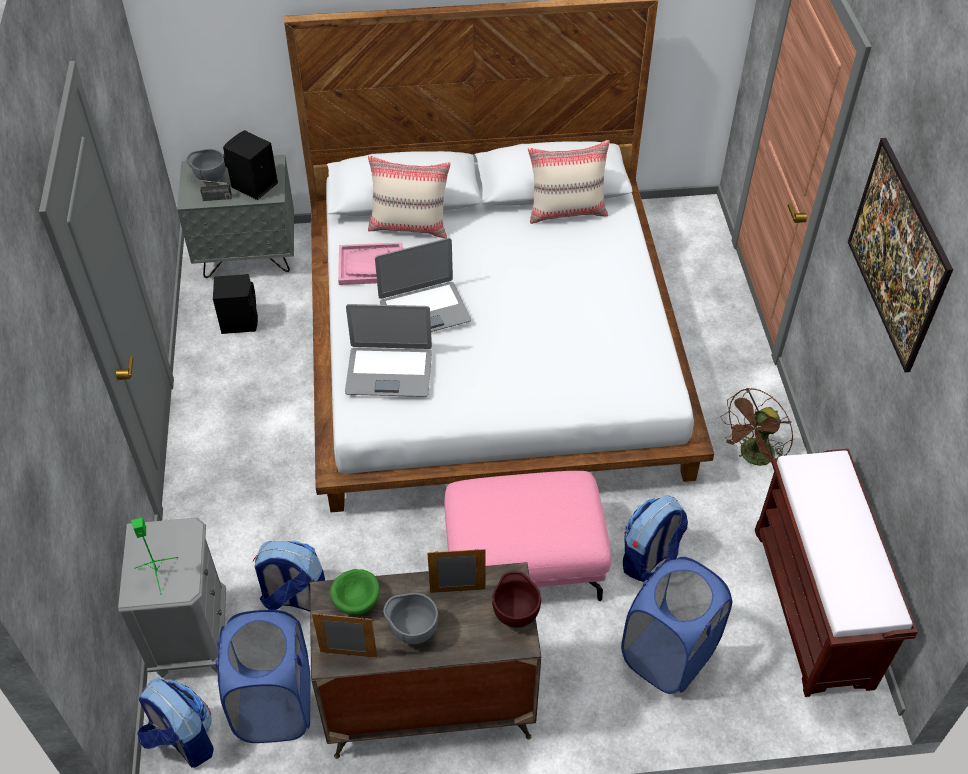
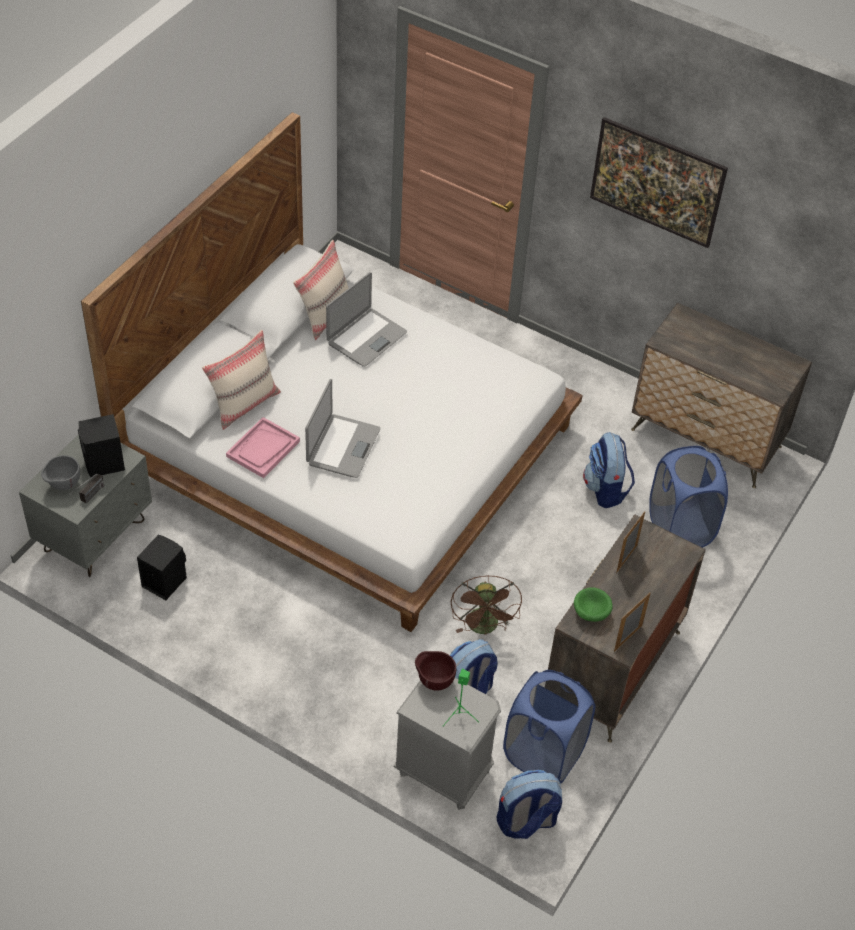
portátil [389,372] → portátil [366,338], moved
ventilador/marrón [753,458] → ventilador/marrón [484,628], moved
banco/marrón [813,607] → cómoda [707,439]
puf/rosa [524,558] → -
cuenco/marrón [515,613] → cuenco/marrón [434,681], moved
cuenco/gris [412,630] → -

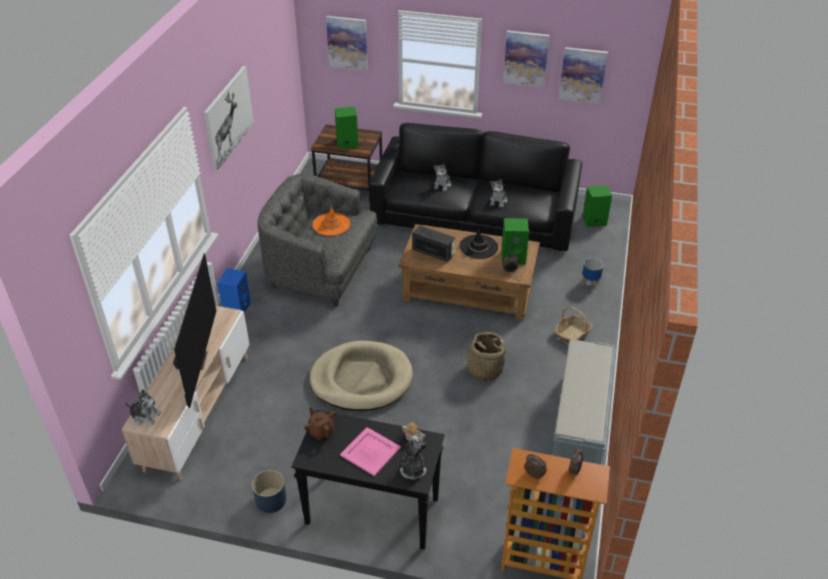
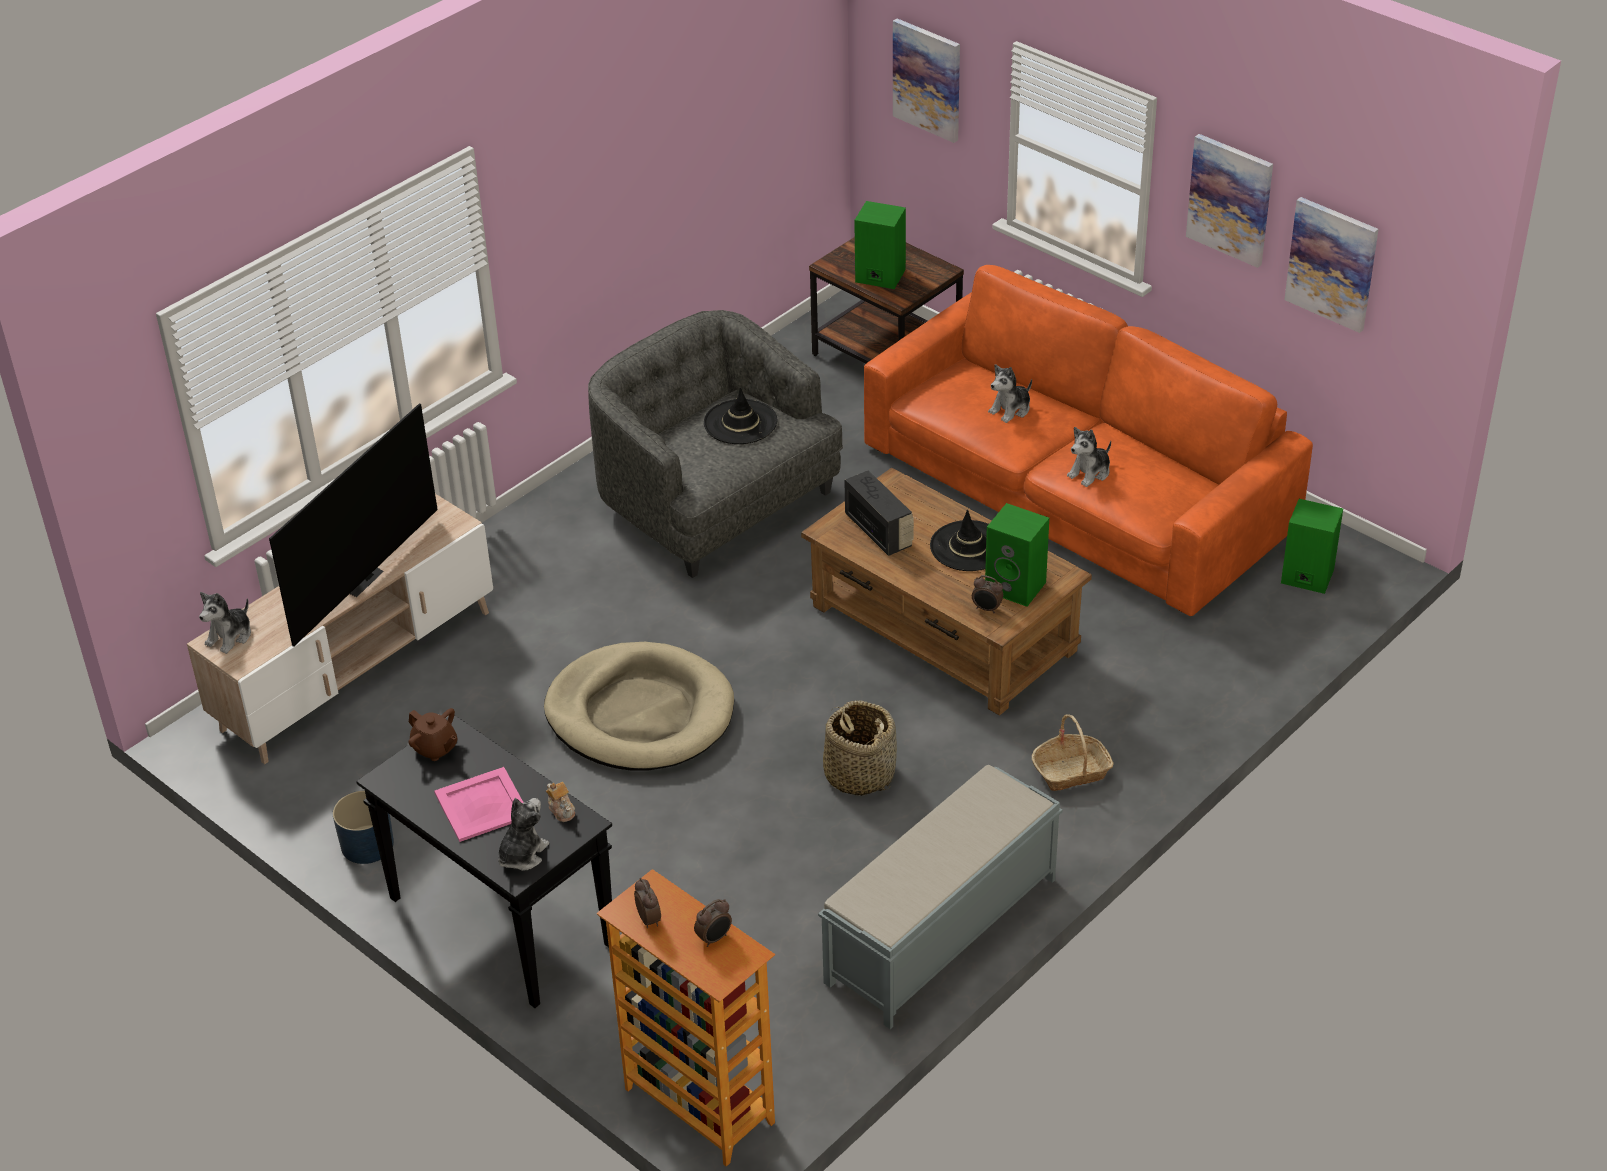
cuadro [228,117] → -
sofá/negro [474,214] → sofá/naranja [1076,489]
sombrero/naranja [331,224] → sombrero/negro [740,422]
maceta [590,283] → -
altavoz/azul [236,307] → -
peluche [145,416] → peluche [230,636], 75 degrees clockwise
tetera/marrón [321,431] → tetera/marrón [435,748], 135 degrees clockwise

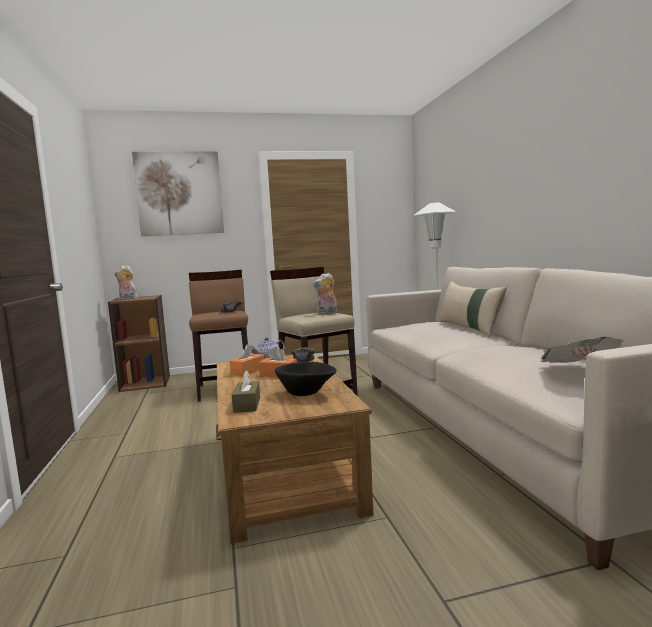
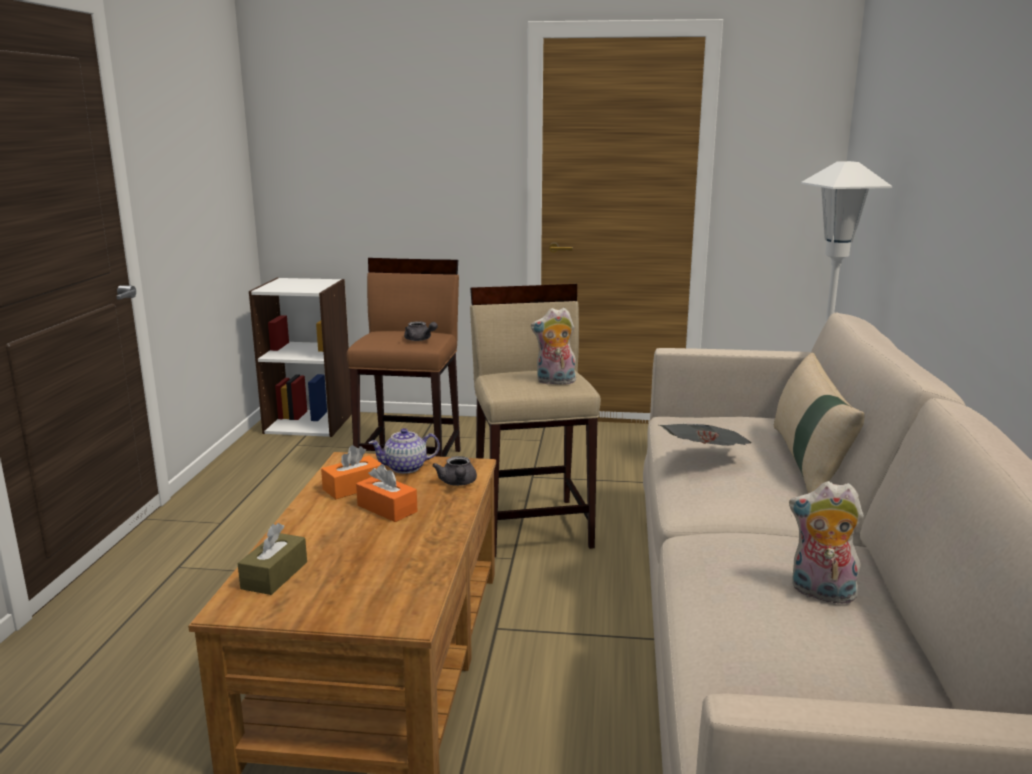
cuadro [179,193] → -
peluche [127,299] → peluche [820,593], moved
estantería/marrón [145,383] → estantería/blanco [309,422]
periódico [578,371] → periódico [704,458], moved
cuenco/negro [307,393] → -

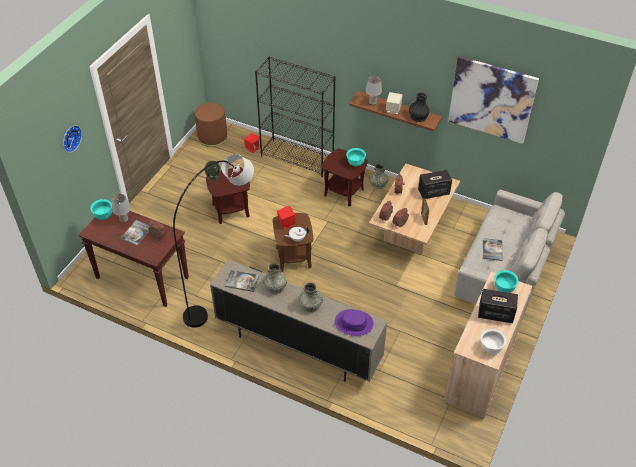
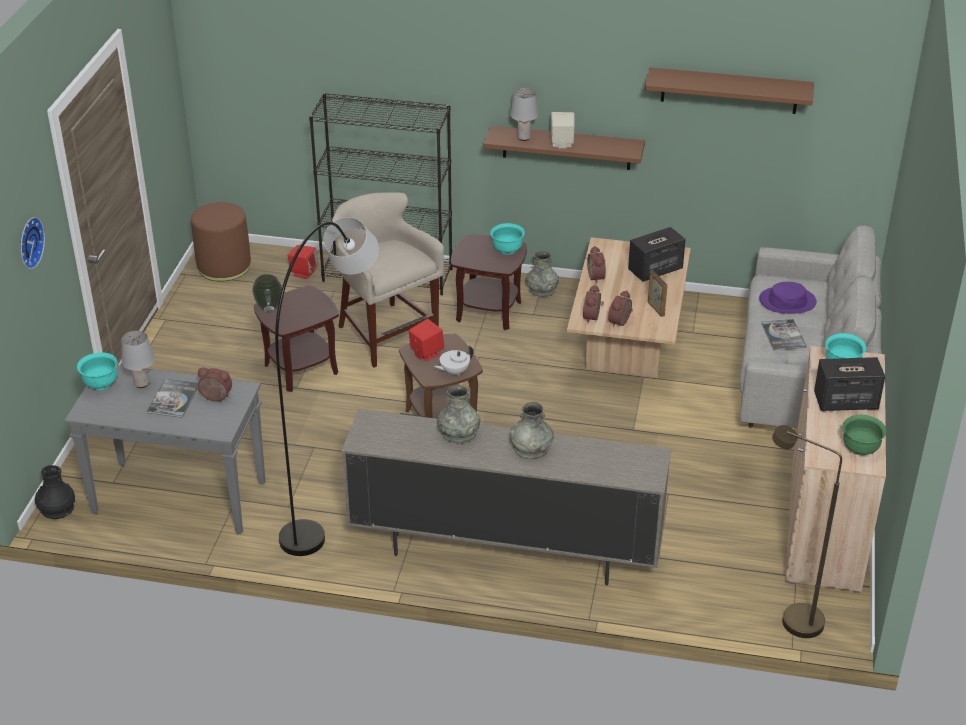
cuadro [491,99] → estante/marrón [729,90]
florero/negro [418,116] → florero/negro [57,509], moved
mesa consola/marrón [141,278] → mesa consola/gris [177,498]
libro [242,281] → -
sombrero/morado [354,323] → sombrero/morado [787,301], moved
cuenco/blanco [491,347] → cuenco/verde [860,449]
- → taburete/beis [386,335]
- → lámpara de pie/marrón [791,618]

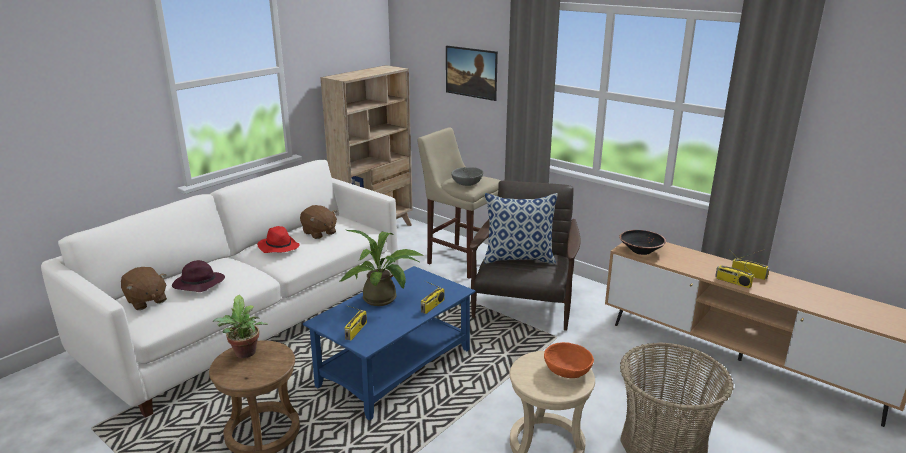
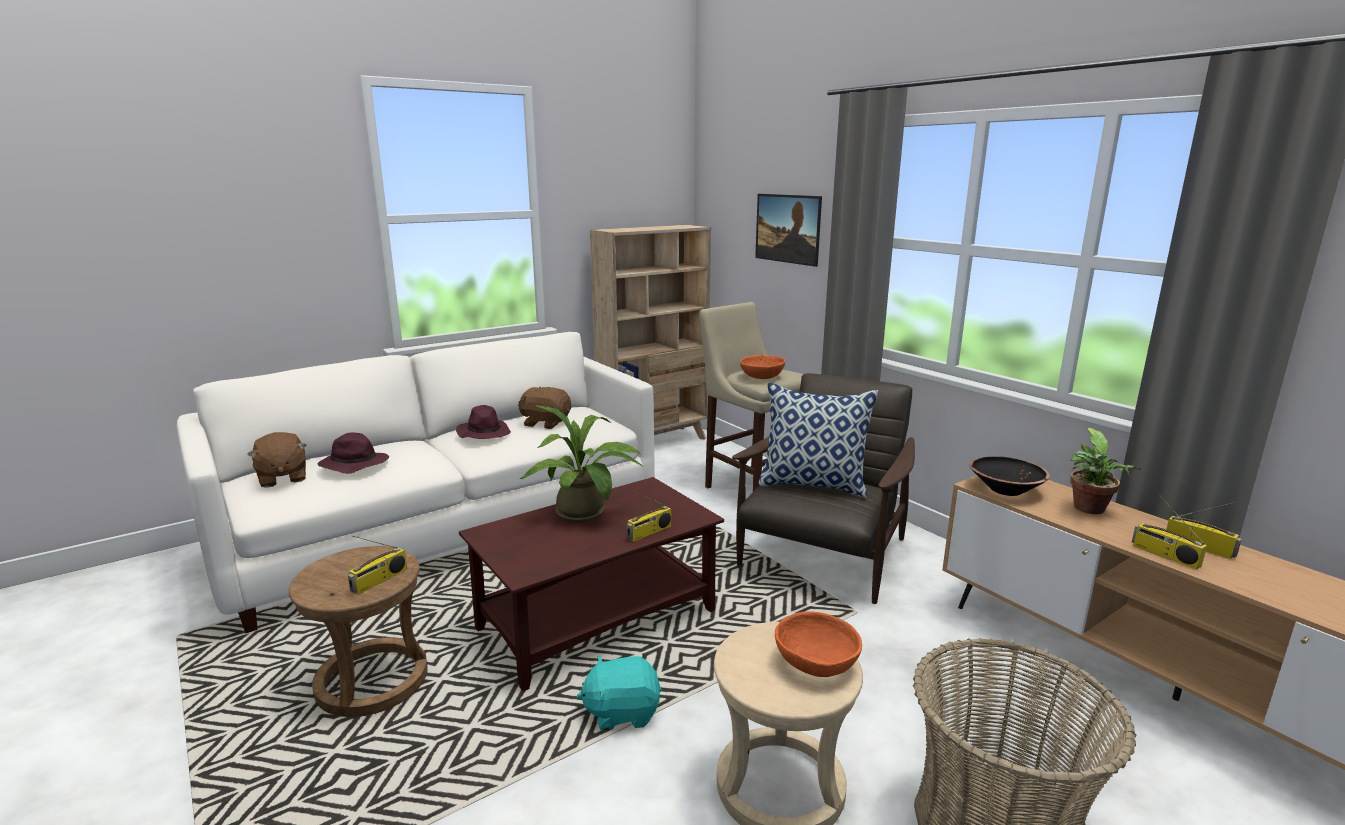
cuenco/gris [467,183] → cuenco/naranja [762,376]
peluche/marrón [319,233] → peluche/marrón [545,423], 135 degrees clockwise
sombrero/rojo [278,247] → sombrero/morado [483,433]
mesa de centro/azul [396,367] → mesa de centro/marrón [598,619]
planta en maceta [245,354] → planta en maceta [1090,510], moved
radio [356,331] → radio [379,580], moved
- → peluche/turquesa [622,712]

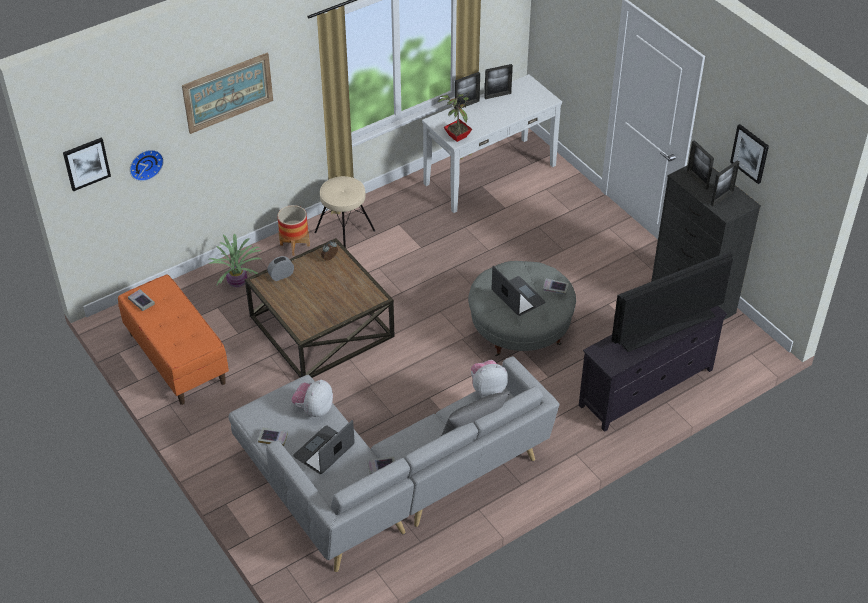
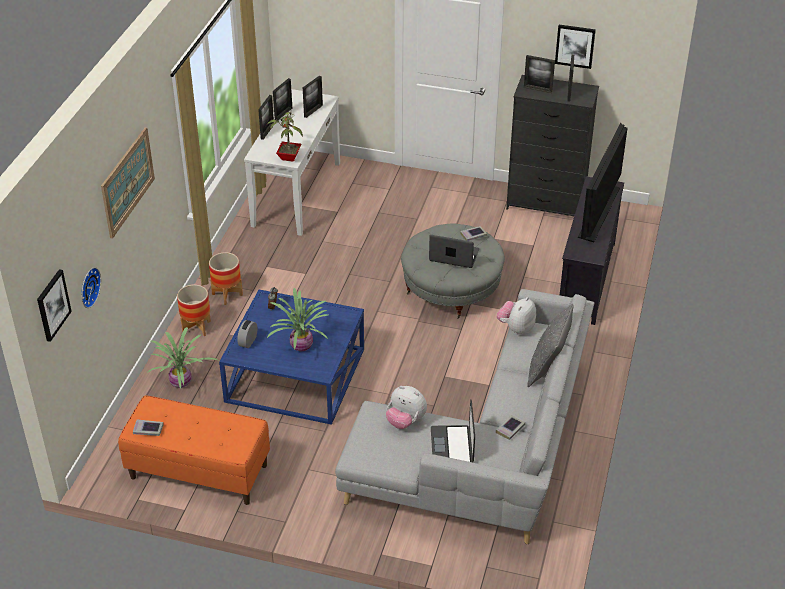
taburete/beis [344,231] → maceta [227,294]
mesa de centro/marrón [322,327] → mesa de centro/azul [296,375]
peluche [314,409] → peluche [405,421], 45 degrees counterclockwise
libro [273,438] → -
- → portarretratos [313,111]
- → planta en maceta [301,345]

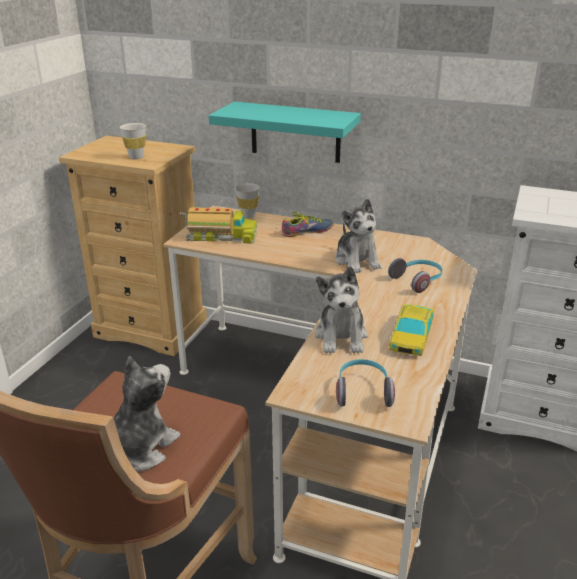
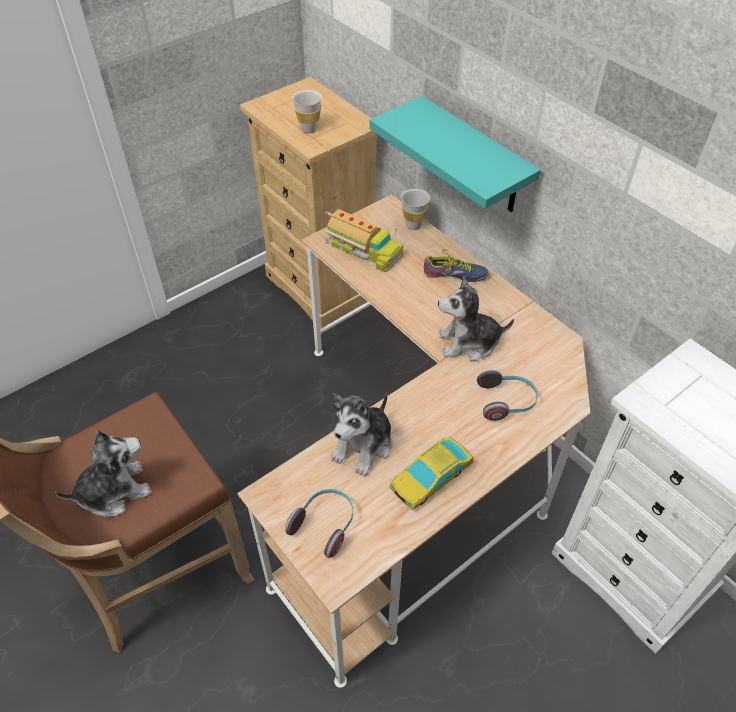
peluche [357,261] → peluche [469,343], 75 degrees clockwise

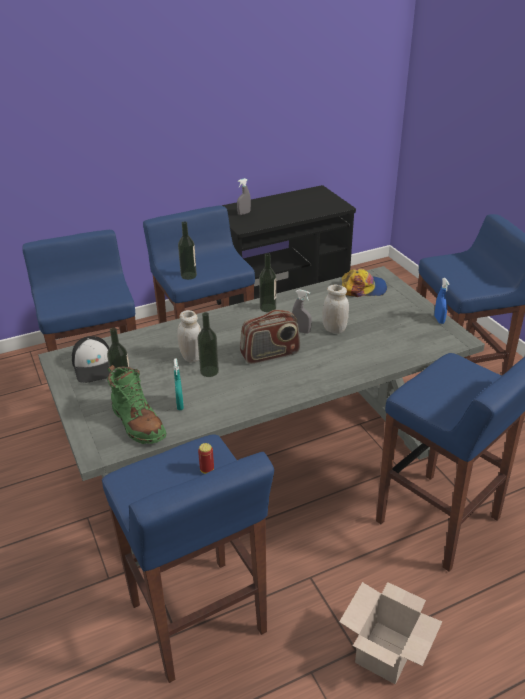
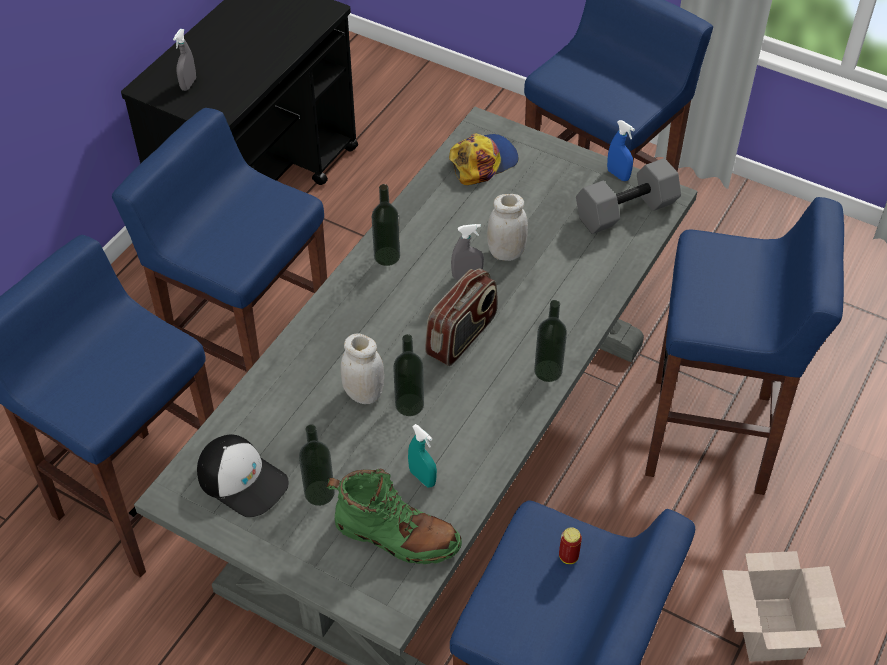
botella [188,275] → botella [548,371], moved
- → mancuerna/gris [626,212]

